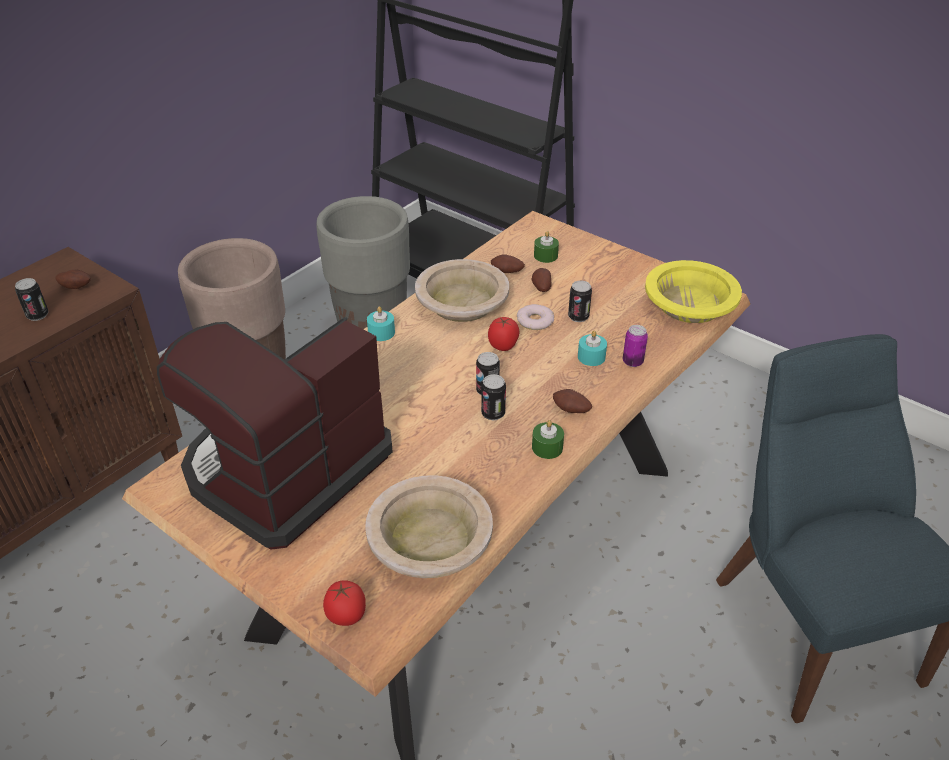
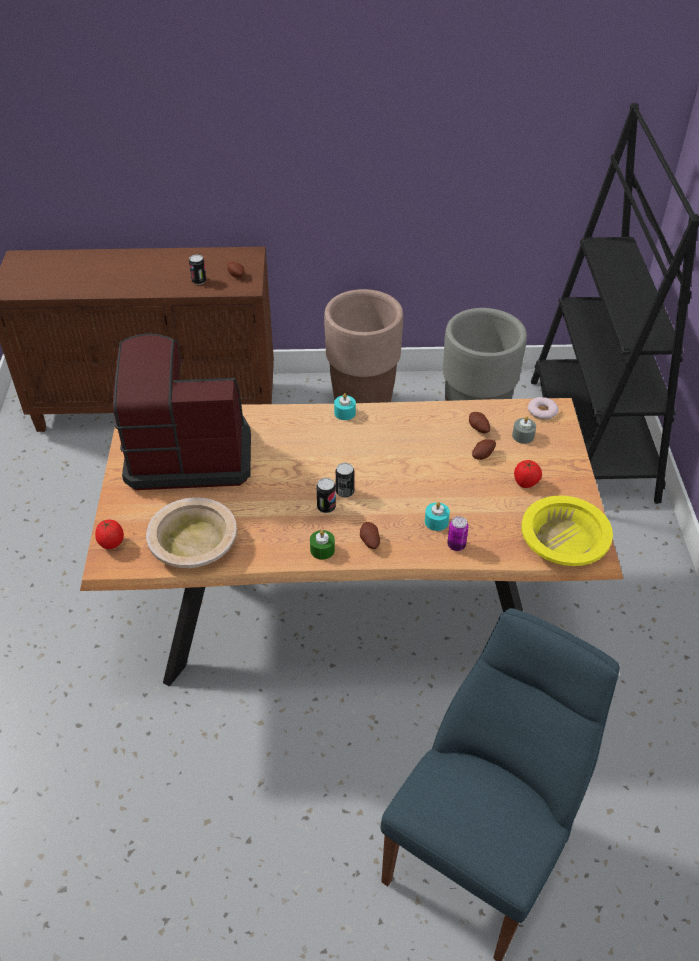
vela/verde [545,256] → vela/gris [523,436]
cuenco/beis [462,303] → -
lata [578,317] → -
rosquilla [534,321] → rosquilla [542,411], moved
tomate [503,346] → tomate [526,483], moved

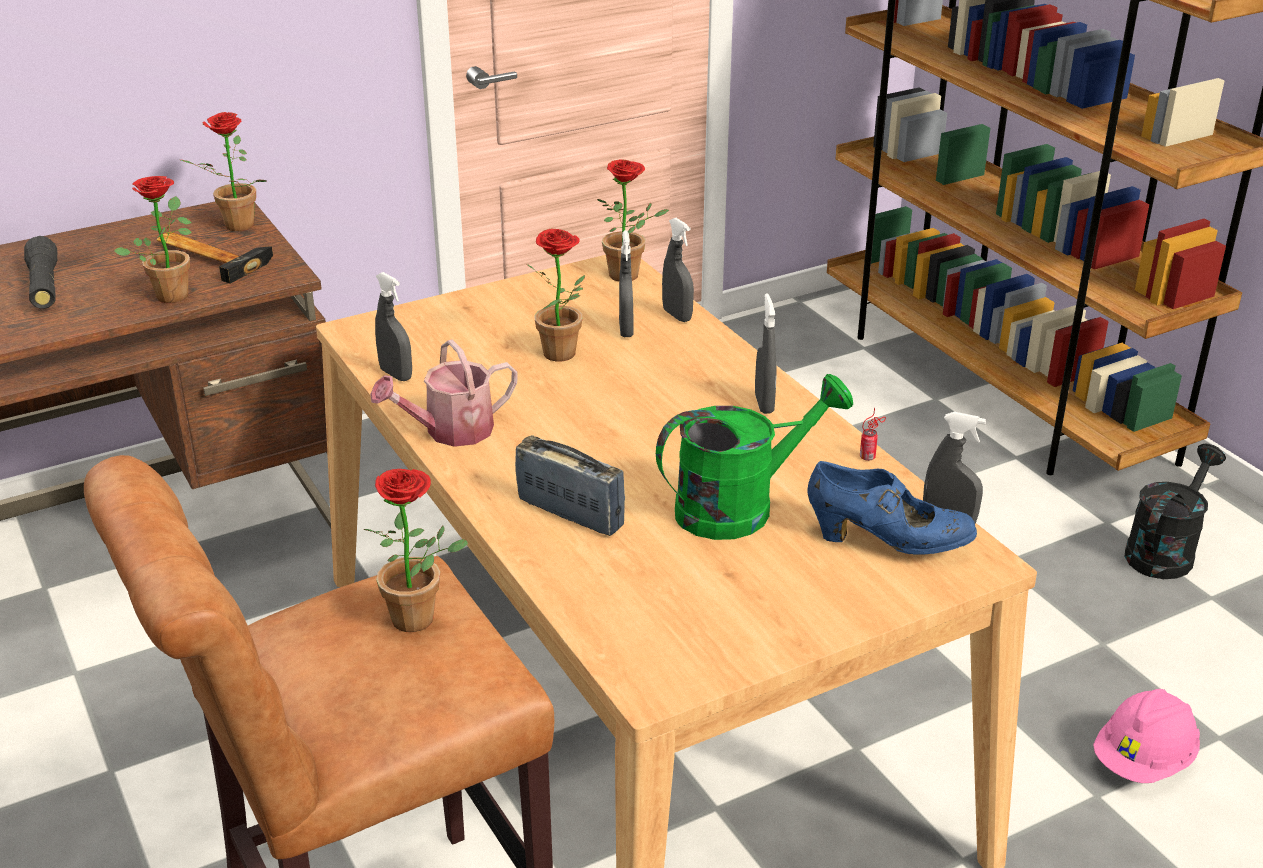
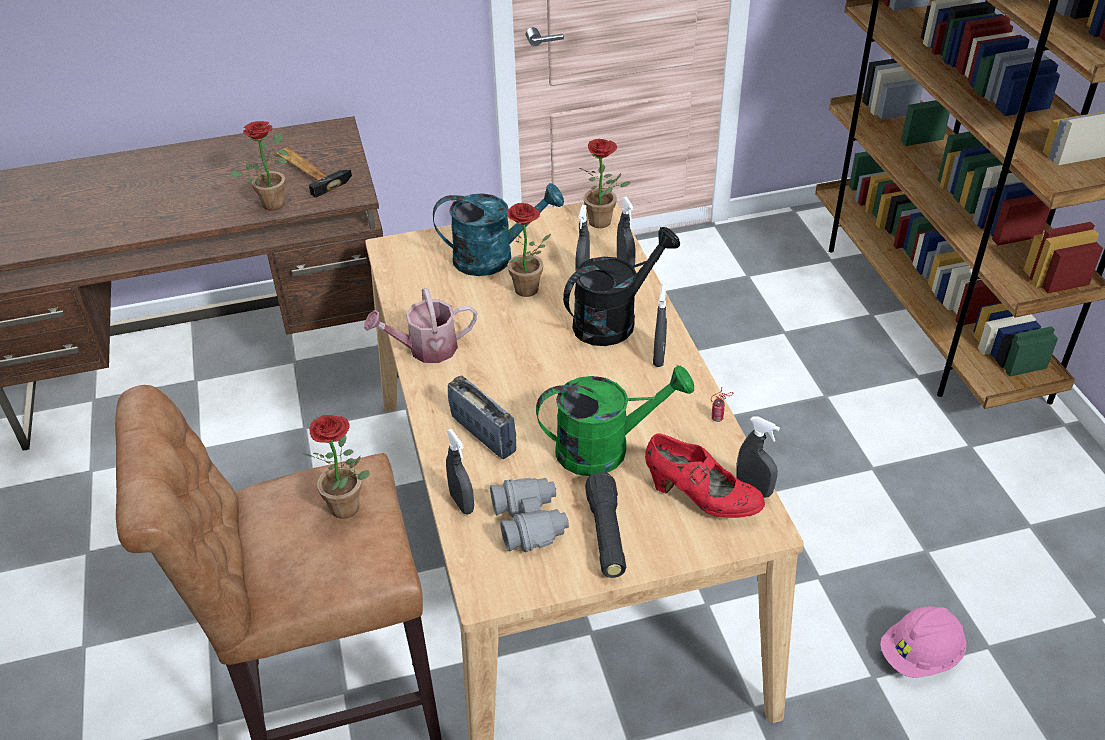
planta en maceta [234,227] → -
linterna/negro [44,287] → linterna/negro [606,534], moved
pulverizador/gris [396,374] → pulverizador/gris [462,503], moved
regadera/negro [1164,551] → regadera/negro [614,320], moved
zapato/azul [888,543] → zapato/rojo [701,498]
- → regadera/turquesa [494,257]
- → prismáticos/gris [530,522]

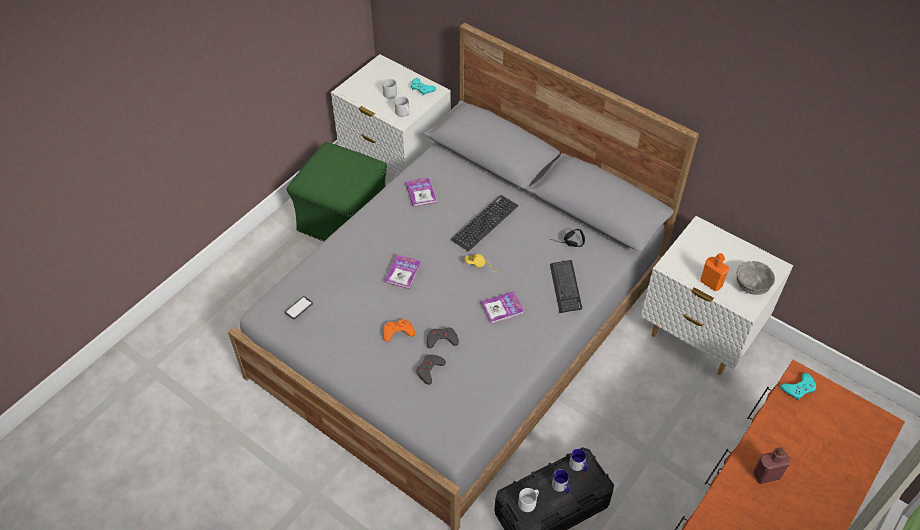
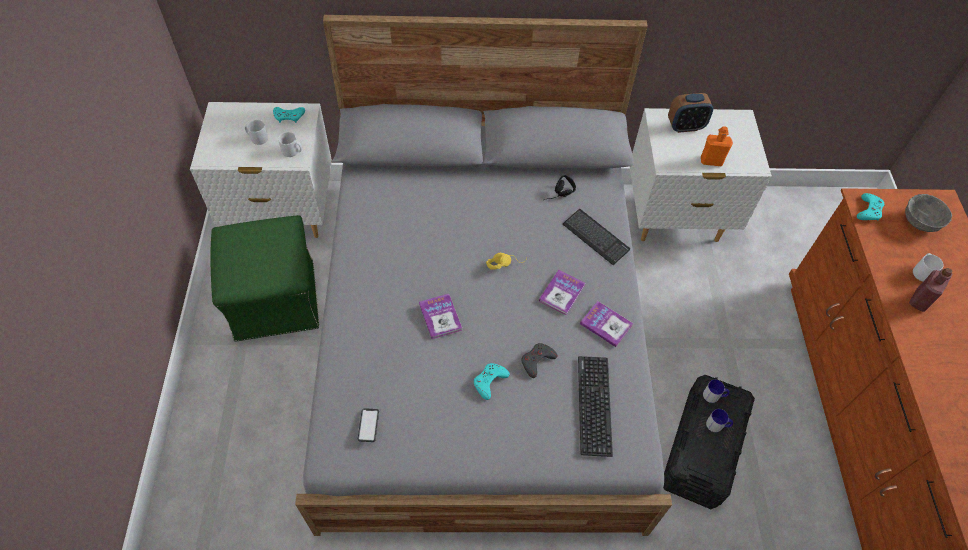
libro [421,193] → libro [606,324], moved
teclado [485,223] → teclado [594,405], moved
cuenco/gris [751,285] → cuenco/gris [919,222], moved
mando de consola/naranja [398,332] → mando de consola/turquesa [489,381]
mando de consola/gris [429,370] → -
taza grande/blanco [528,502] → taza grande/blanco [922,272], moved
- → despertador [685,126]

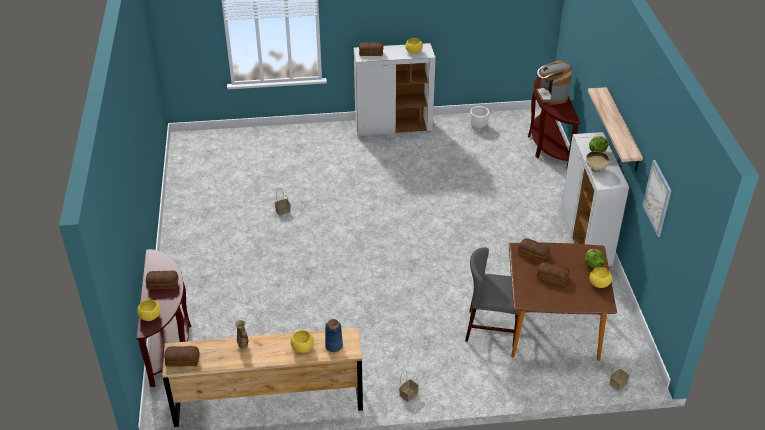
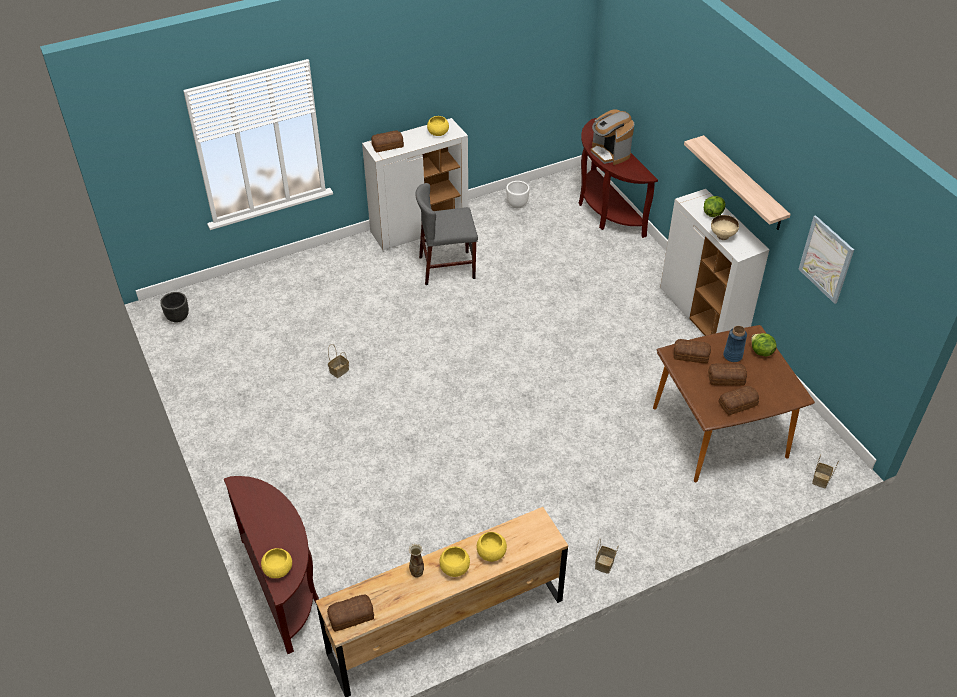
silla/gris [492,328] → silla/gris [447,267], moved
cuenco/amarillo [599,283] → cuenco/amarillo [454,568], moved
pan [163,284] → pan [738,404], moved
florero/azul [334,346] → florero/azul [732,355], moved
- → maceta/negro [178,317]

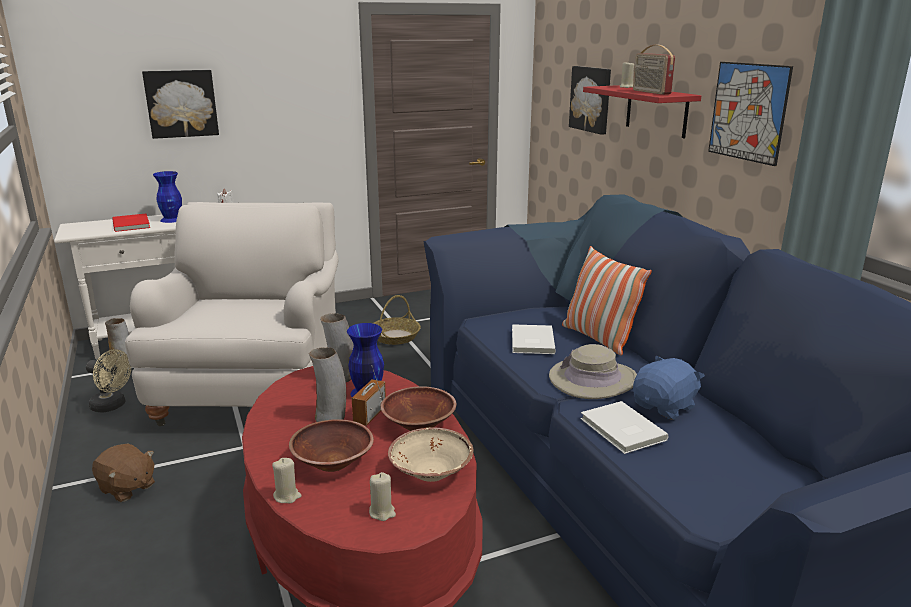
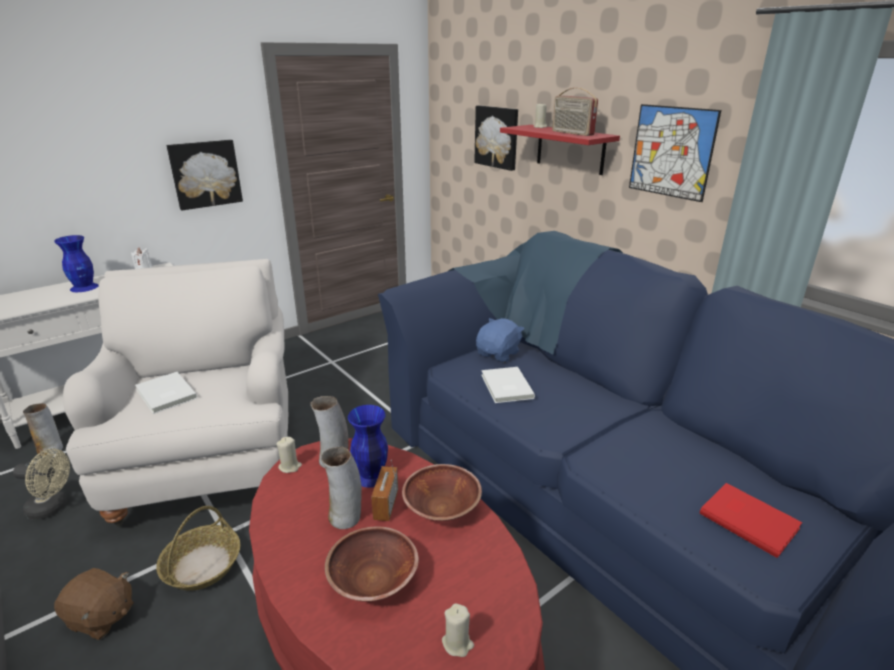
cuadro [181,103] → cuadro [205,174], moved
libro/rojo [132,224] → libro/rojo [748,519], moved
cojín [598,338] → -
cesta [395,336] → cesta [202,565], moved
sombrero/beis [592,380] → -
peluche/azul [665,407] → peluche/azul [499,354], moved
libro/blanco [621,430] → libro/blanco [165,395], moved
cuenco/beis [431,472] → -
vela/beis [287,496] → vela/beis [290,466], moved

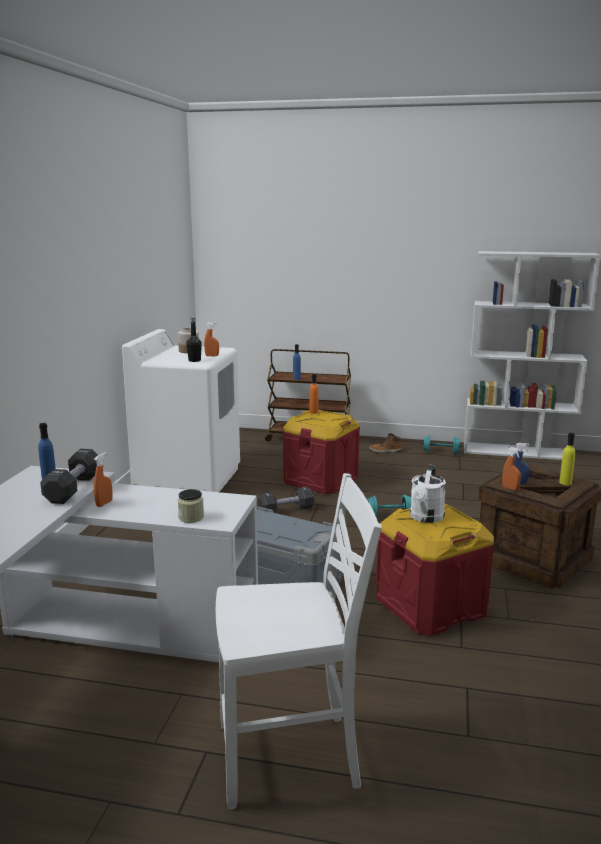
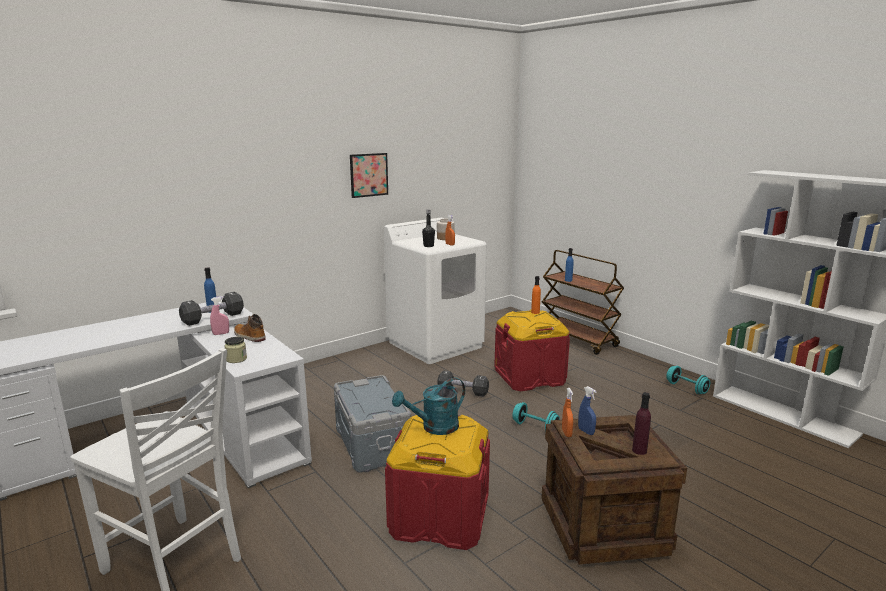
bota [385,451] → bota [249,336], moved
botella/amarillo [565,483] → botella/morado [639,450]
pulverizador/naranja [104,503] → pulverizador/rosa [221,334]
regadera/blanco [425,518] → regadera/turquesa [434,428]
- → cuadro [369,175]

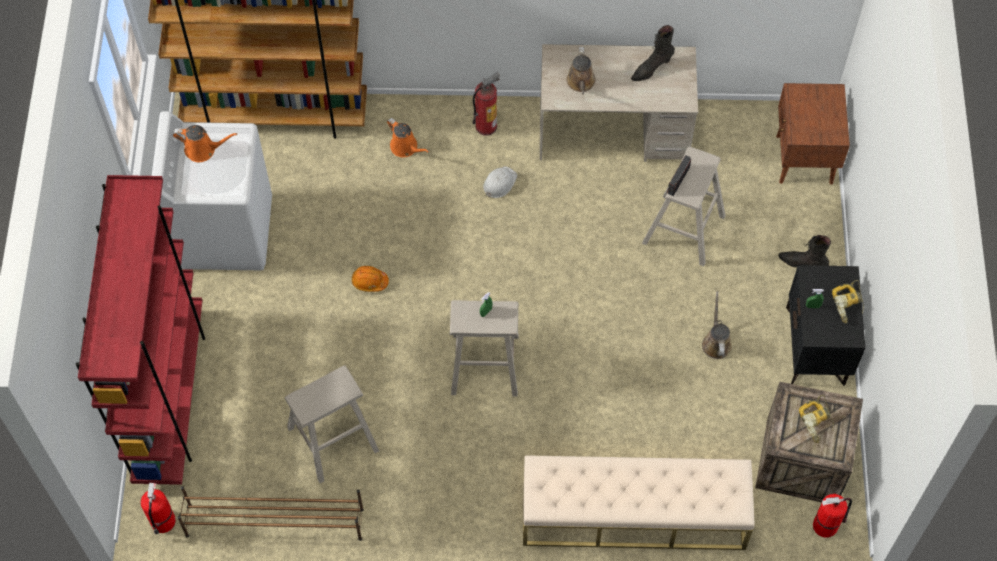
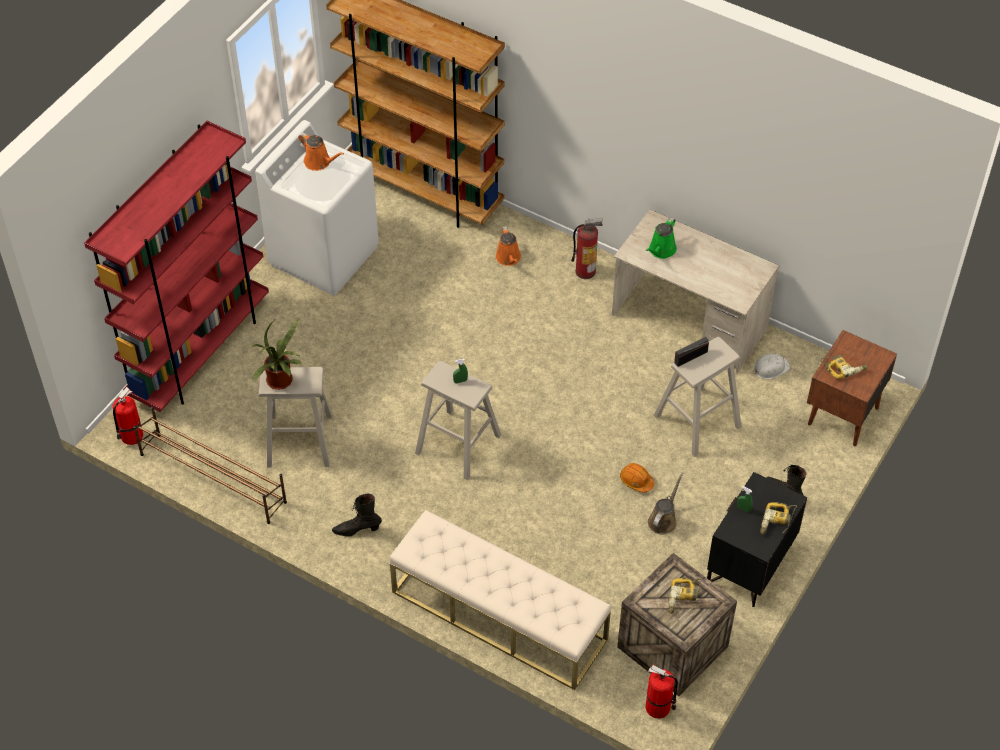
bota/negro [651,69] → bota/negro [357,529], moved
regadera/marrón [581,83] → regadera/verde [661,250]
casco/blanco [499,183] → casco/blanco [770,368], moved
casco/naranja [369,281] → casco/naranja [636,481], moved
- → planta en maceta [281,382]
- → taladro [844,367]

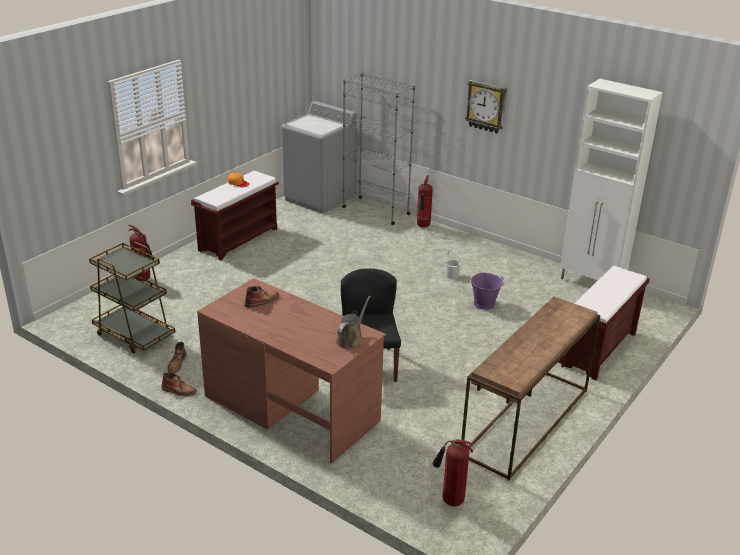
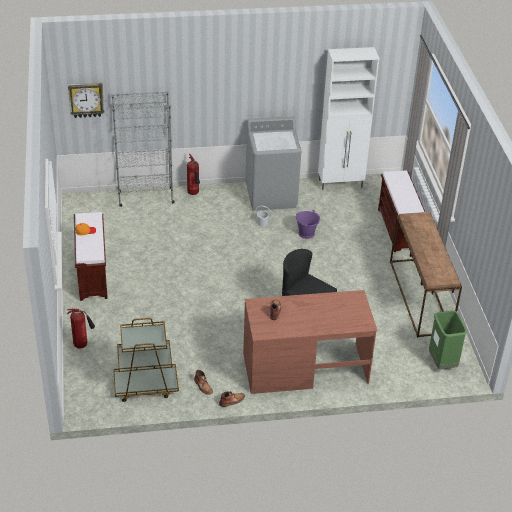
reloj de pared [486,106] → reloj de pared [86,99], moved
lavadora/gris [320,198] → lavadora/gris [271,195], moved
regadera/marrón [351,340] → -
extintor [450,500] → papelera/verde [442,363]

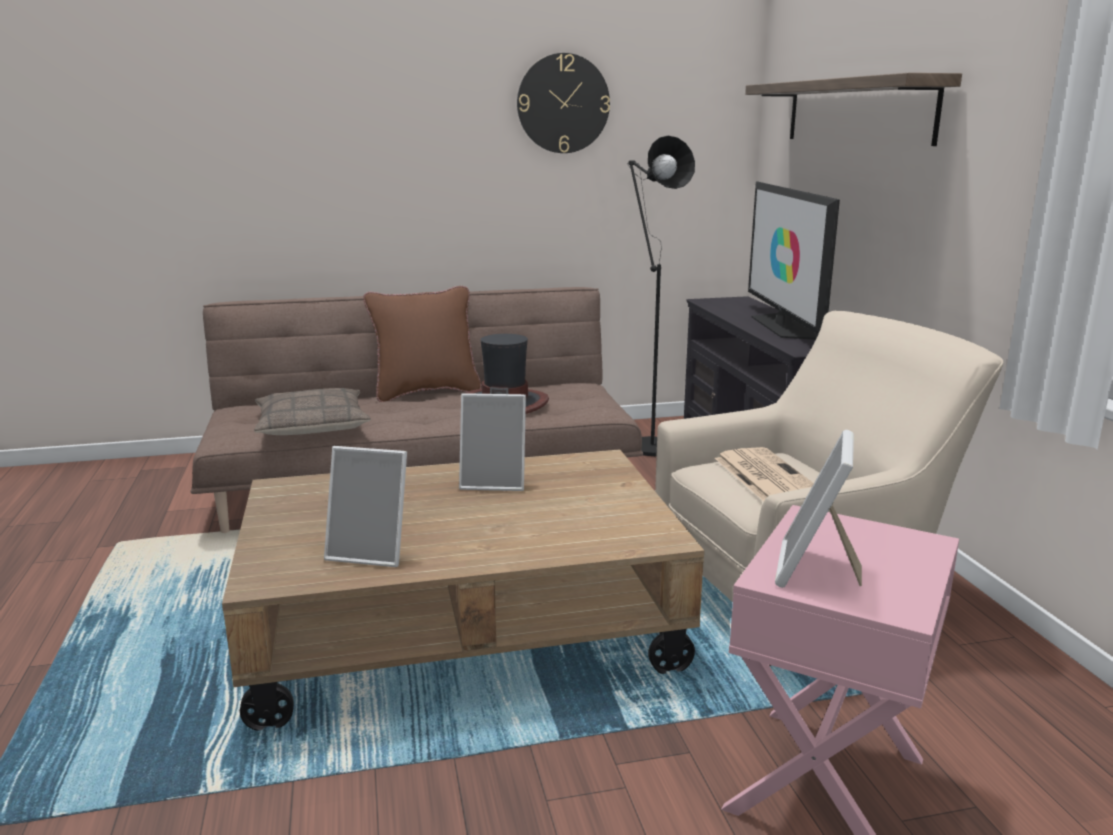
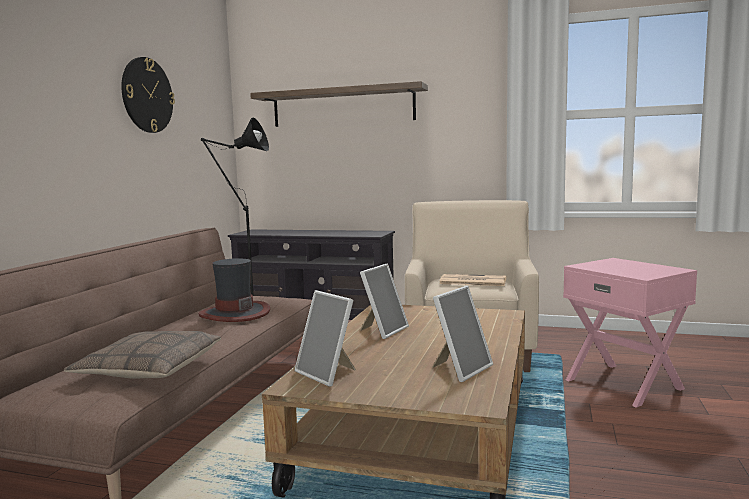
televisor [784,326] → -
cojín/marrón [426,392] → -
portarretratos [815,570] → portarretratos [328,374], moved

